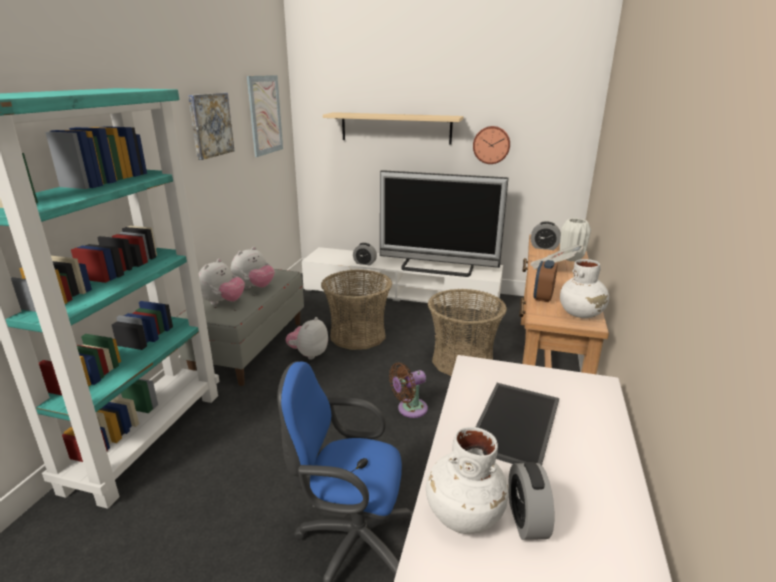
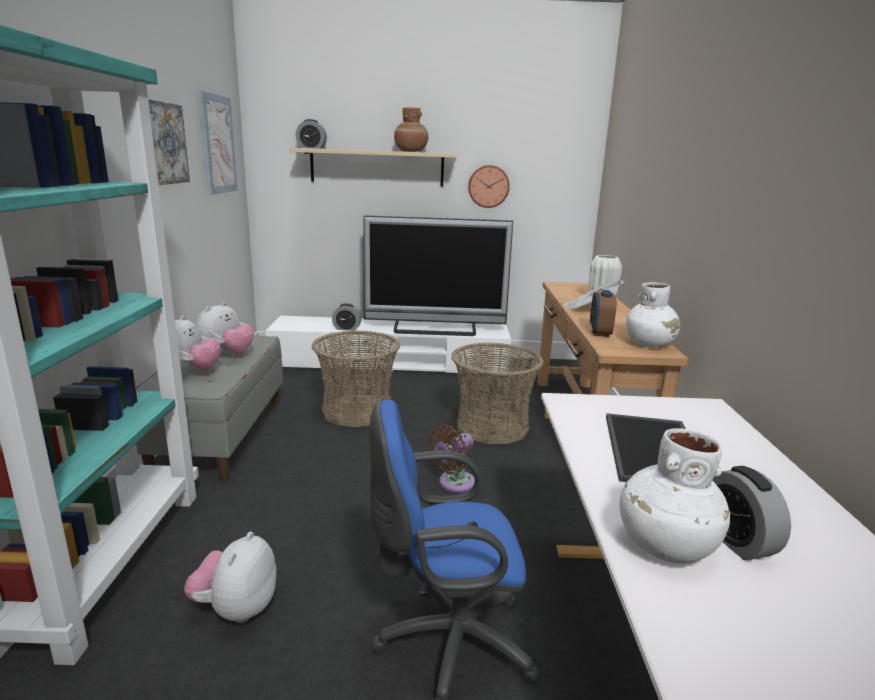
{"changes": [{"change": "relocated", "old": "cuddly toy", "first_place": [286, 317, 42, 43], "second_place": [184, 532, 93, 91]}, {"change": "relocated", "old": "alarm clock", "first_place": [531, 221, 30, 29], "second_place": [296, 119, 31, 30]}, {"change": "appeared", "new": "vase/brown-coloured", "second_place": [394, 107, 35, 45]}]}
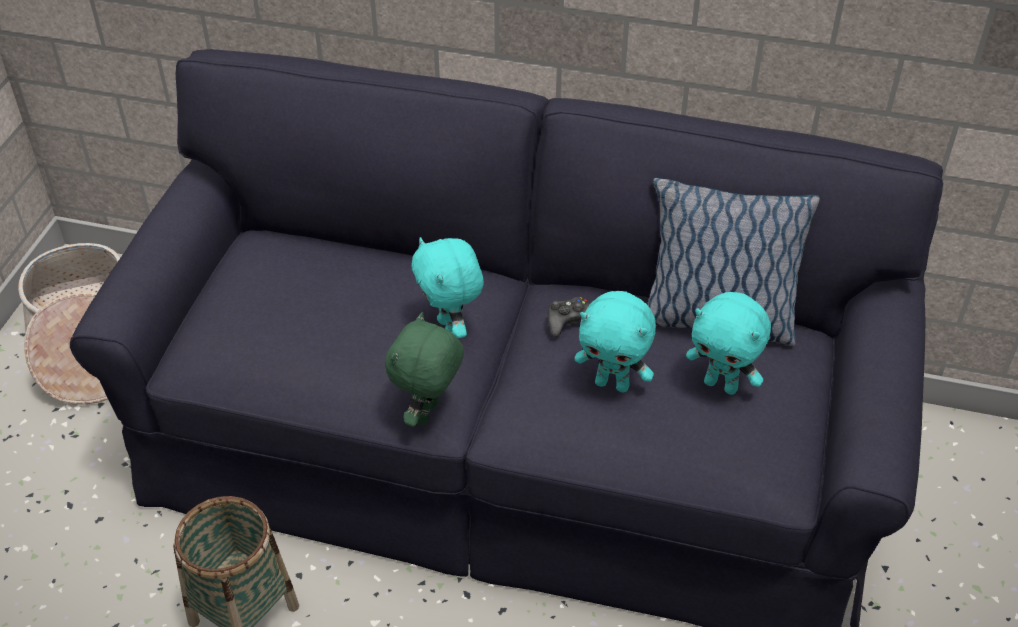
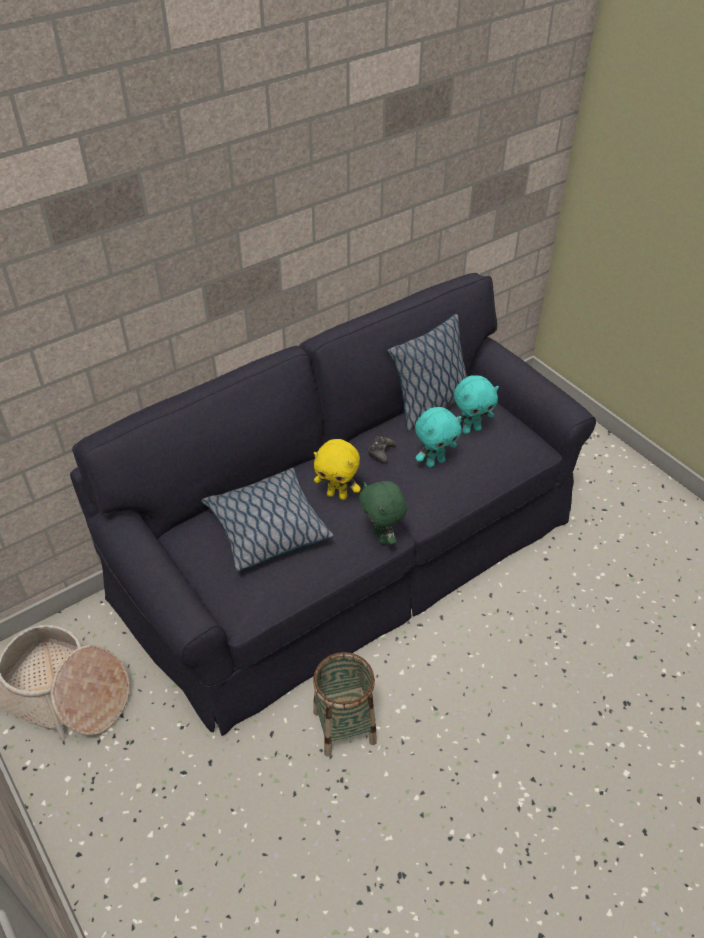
{"changes": [{"change": "appeared", "new": "throw pillow", "second_place": [201, 468, 133, 104]}, {"change": "colour", "old": "cuddly toy/turquoise", "new": "cuddly toy/yellowish", "first_place": [411, 237, 73, 101], "second_place": [314, 439, 47, 61]}]}
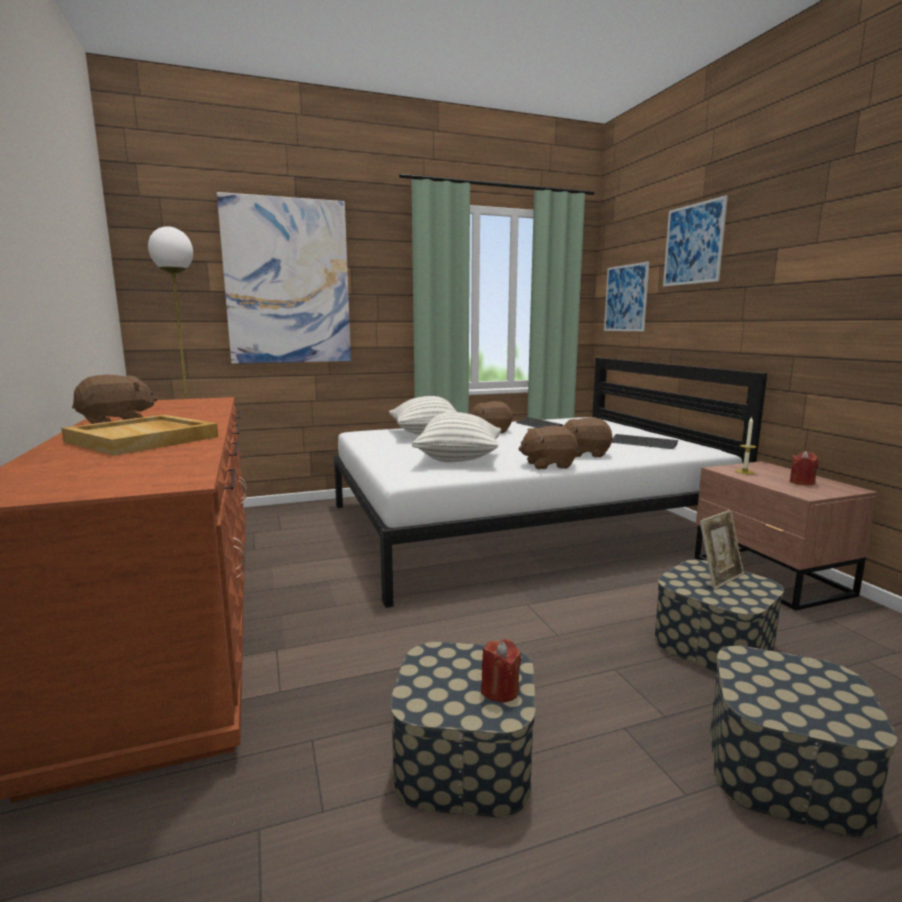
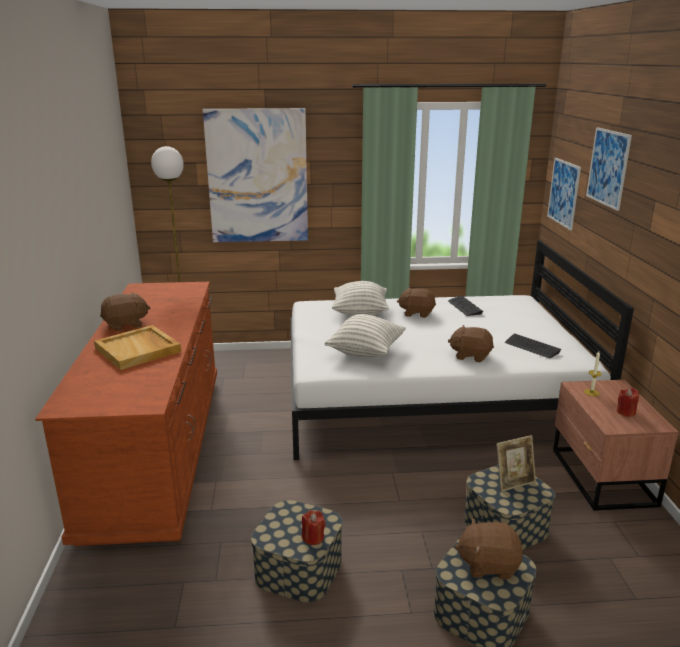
{"changes": [{"change": "relocated", "old": "cuddly toy/brown-coloured", "first_place": [519, 426, 59, 43], "second_place": [455, 518, 68, 62]}]}
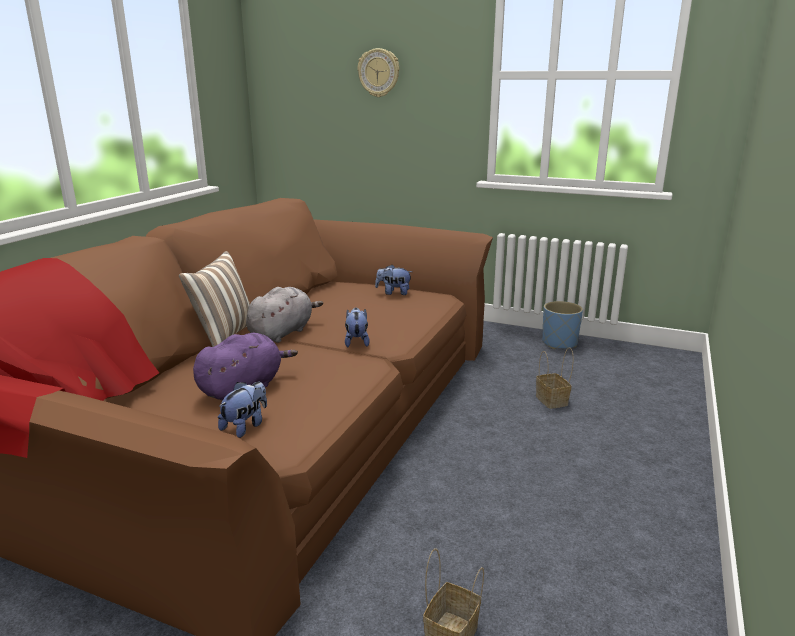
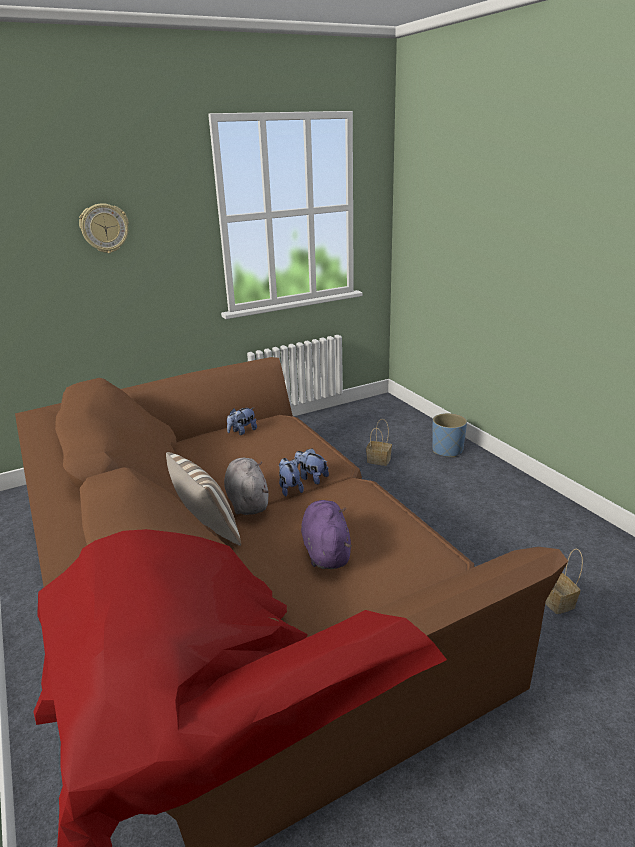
{"changes": [{"change": "relocated", "old": "cuddly toy", "first_place": [218, 382, 49, 56], "second_place": [279, 458, 25, 38]}, {"change": "relocated", "old": "plant pot/blue", "first_place": [542, 301, 41, 48], "second_place": [432, 413, 35, 44]}]}
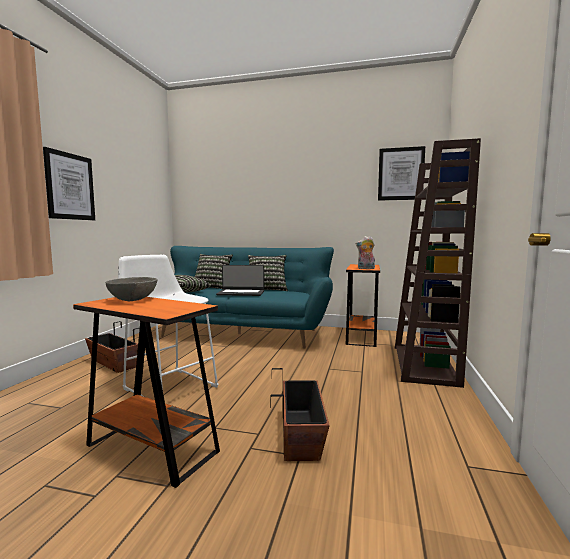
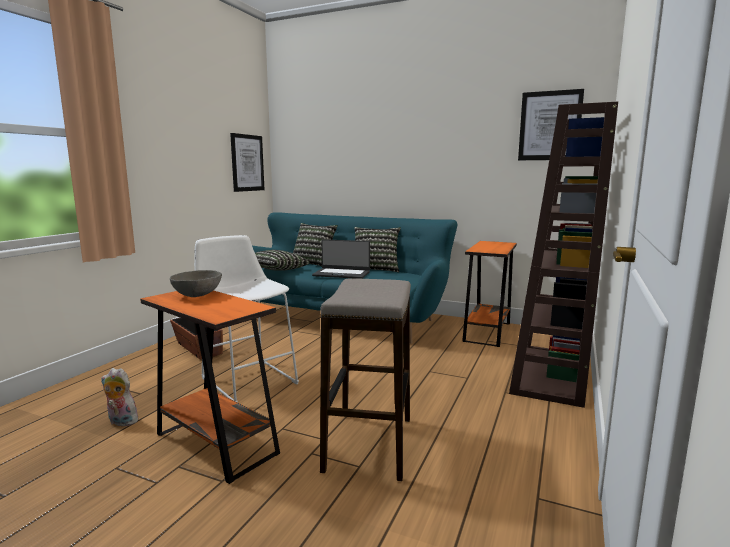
{"changes": [{"change": "relocated", "old": "cuddly toy", "first_place": [356, 236, 19, 33], "second_place": [101, 368, 37, 58]}, {"change": "relocated", "old": "picture", "first_place": [43, 147, 52, 73], "second_place": [230, 133, 35, 59]}, {"change": "exchanged", "old": "plant pot", "new": "sitting stool", "first_place": [270, 368, 60, 93], "second_place": [320, 278, 91, 203]}]}
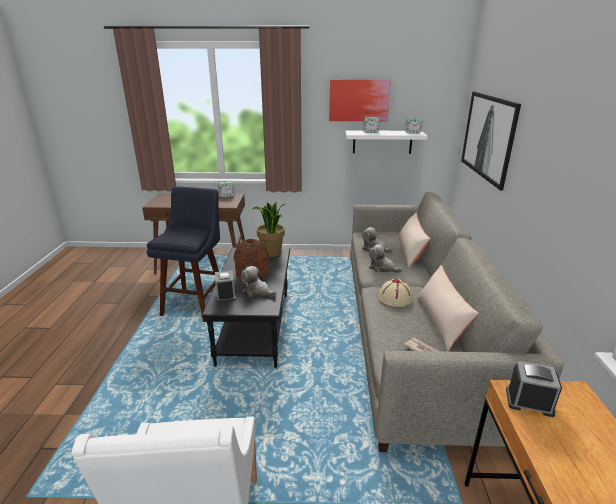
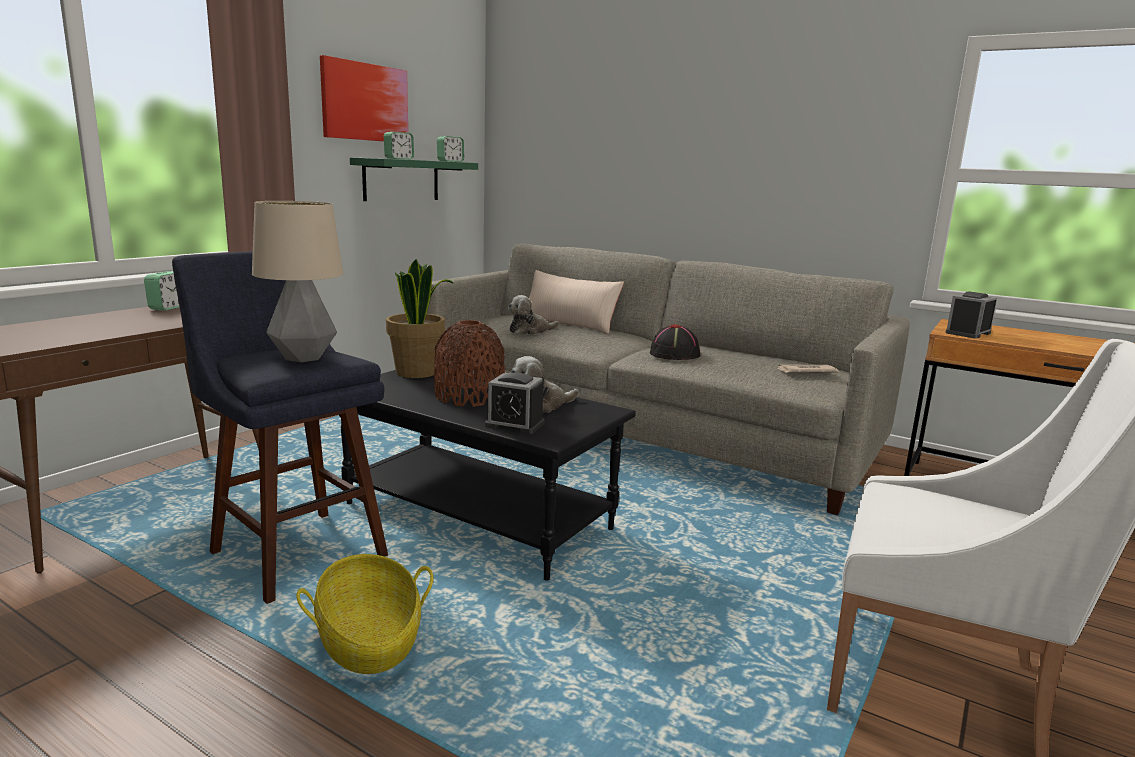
{"changes": [{"change": "appeared", "new": "lamp for a table", "second_place": [252, 201, 91, 161]}, {"change": "appeared", "new": "household basket", "second_place": [296, 554, 137, 120]}, {"change": "colour", "old": "bracket shelf/whitish", "new": "bracket shelf/green-coloured", "first_place": [345, 130, 82, 24], "second_place": [350, 157, 128, 44]}, {"change": "colour", "old": "clothing hat/sand-coloured", "new": "clothing hat/black", "first_place": [378, 279, 35, 28], "second_place": [650, 324, 51, 36]}, {"change": "missing", "old": "cuddly toy", "first_place": [369, 244, 34, 29]}, {"change": "missing", "old": "throw pillow/sand-coloured", "first_place": [417, 265, 61, 87]}, {"change": "missing", "old": "picture", "first_place": [461, 92, 60, 98]}]}
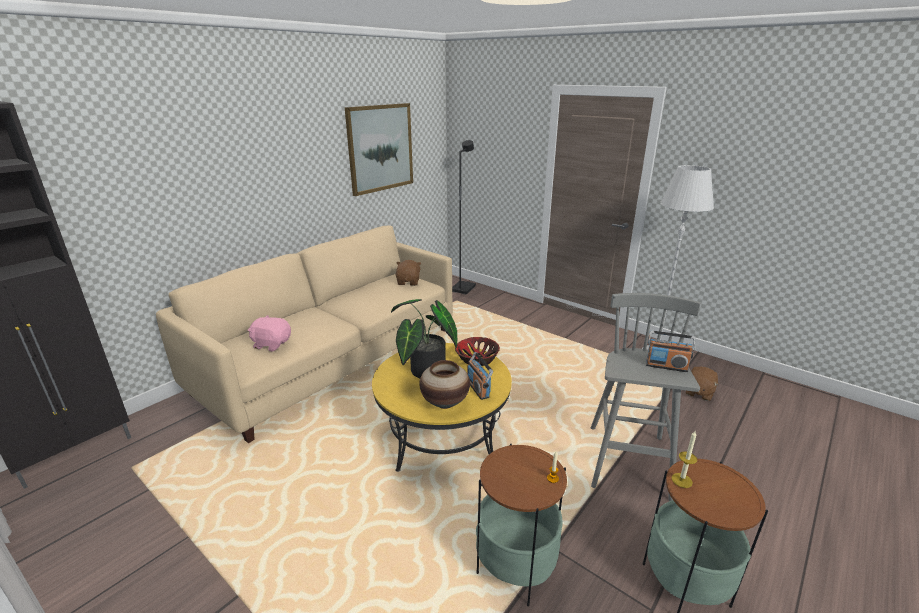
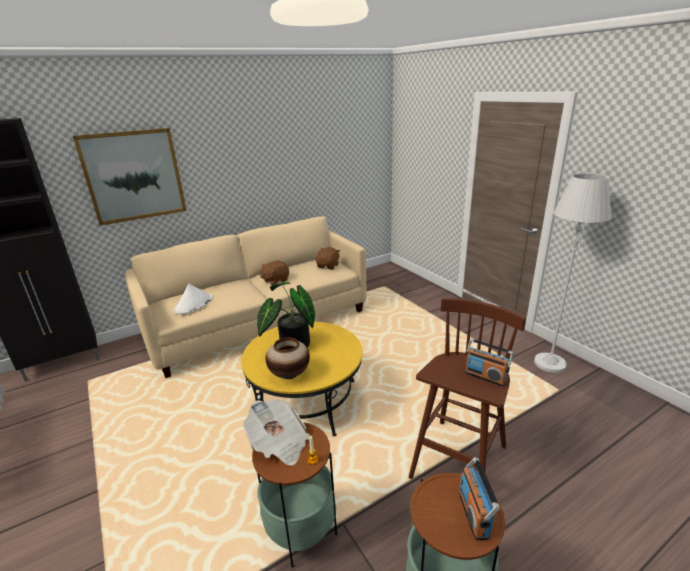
{"changes": [{"change": "relocated", "old": "picture", "first_place": [345, 103, 68, 93], "second_place": [73, 128, 114, 98]}, {"change": "exchanged", "old": "cuddly toy/pink-coloured", "new": "clothing hat/whitish", "first_place": [248, 315, 43, 37], "second_place": [174, 284, 38, 31]}, {"change": "appeared", "new": "daily paper", "second_place": [243, 399, 67, 67]}, {"change": "relocated", "old": "cuddly toy/brown-coloured", "first_place": [686, 367, 33, 34], "second_place": [261, 260, 28, 25]}, {"change": "colour", "old": "sitting stool/grey", "new": "sitting stool/brown-coloured", "first_place": [591, 293, 110, 208], "second_place": [409, 298, 117, 186]}, {"change": "relocated", "old": "radio receiver", "first_place": [467, 352, 26, 48], "second_place": [459, 457, 41, 83]}, {"change": "missing", "old": "floor lamp/black", "first_place": [452, 140, 24, 155]}, {"change": "missing", "old": "deep dish", "first_place": [455, 337, 45, 29]}, {"change": "missing", "old": "wax light", "first_place": [672, 431, 25, 57]}]}
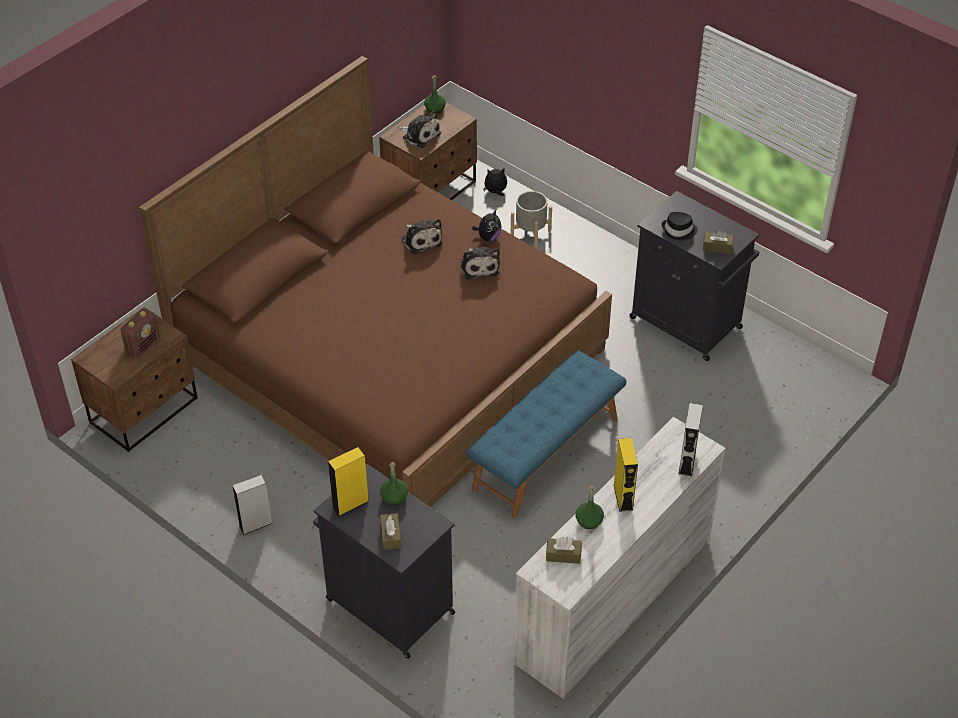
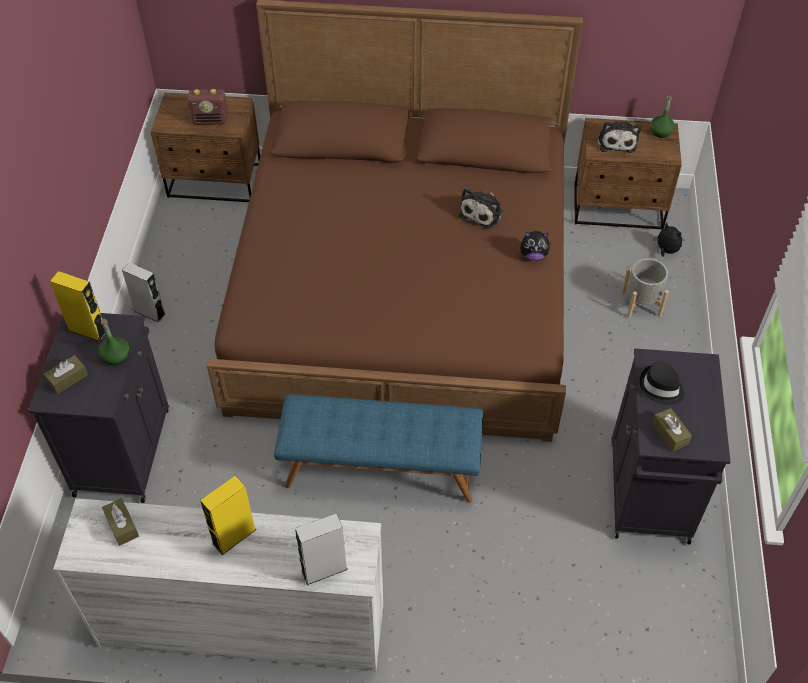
{"changes": [{"change": "missing", "old": "cuddly toy", "first_place": [460, 247, 40, 33]}, {"change": "missing", "old": "drink bottle/green-coloured", "first_place": [575, 486, 29, 43]}]}
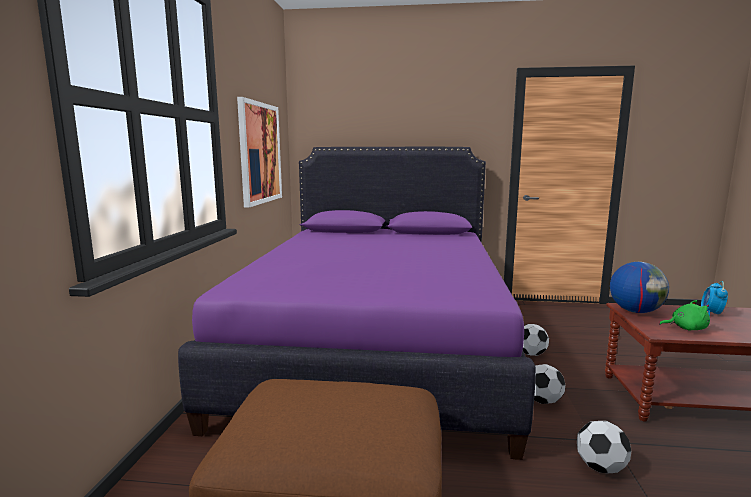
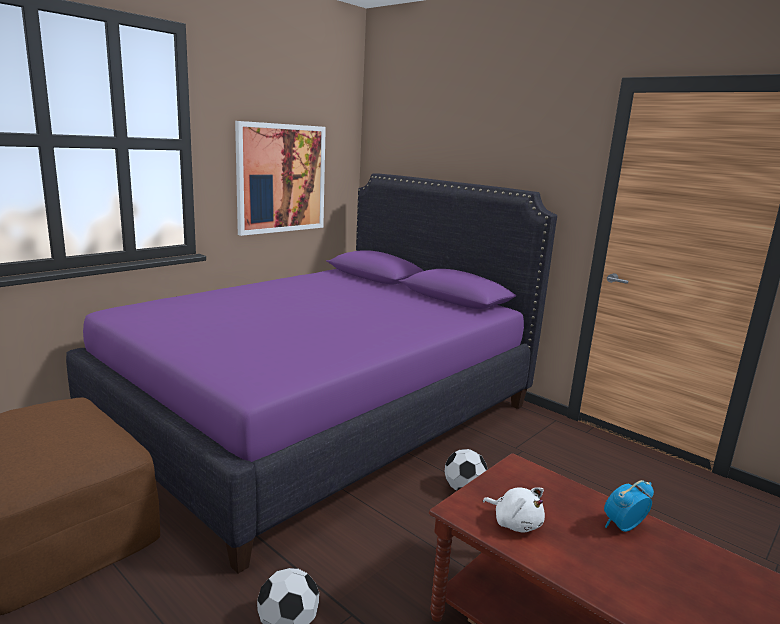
{"changes": [{"change": "colour", "old": "cuddly toy/green-coloured", "new": "cuddly toy/whitish", "first_place": [659, 300, 51, 30], "second_place": [483, 487, 62, 45]}, {"change": "missing", "old": "football", "first_place": [534, 364, 31, 40]}, {"change": "missing", "old": "world globe", "first_place": [610, 262, 59, 51]}]}
